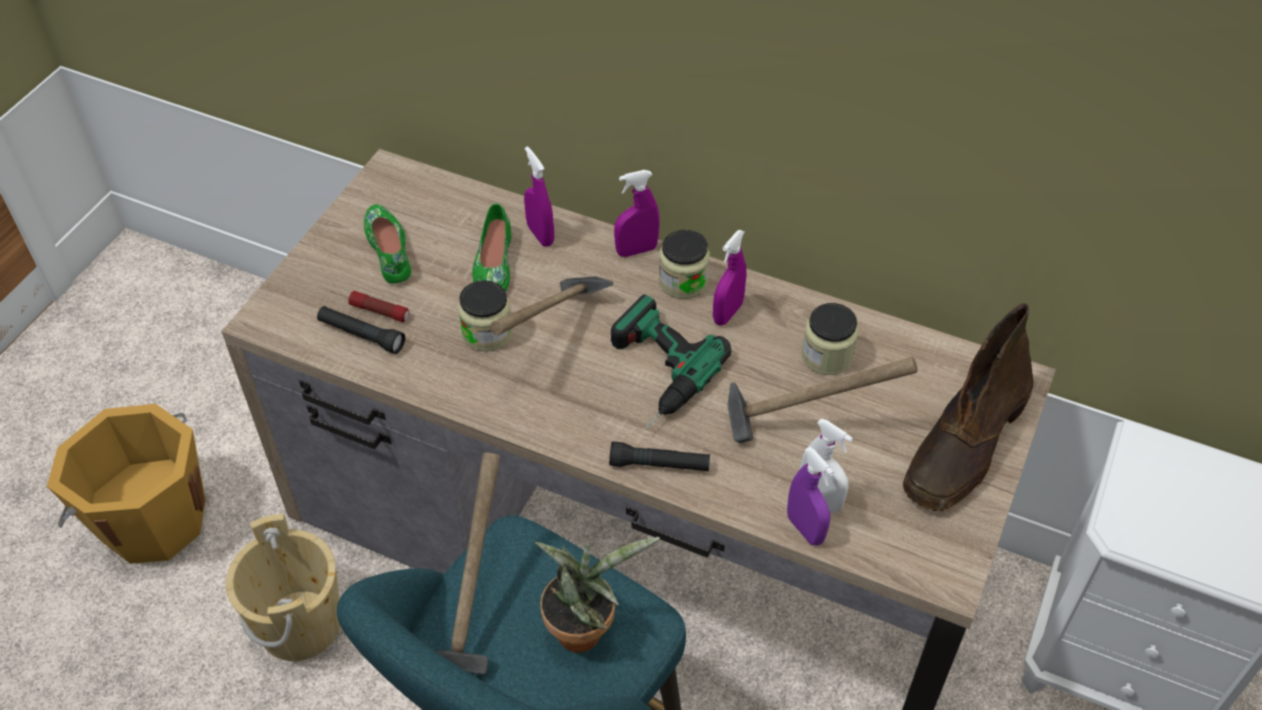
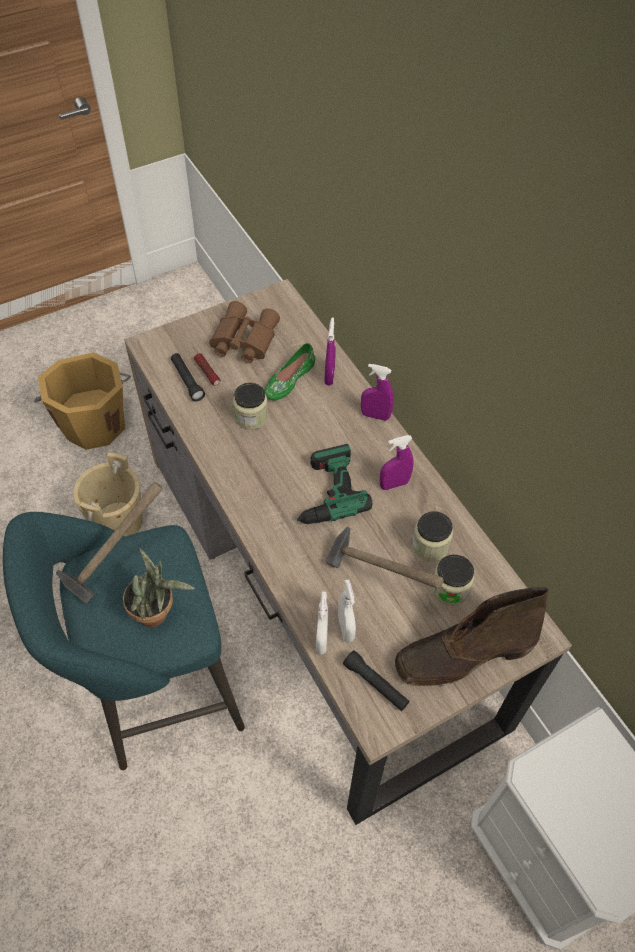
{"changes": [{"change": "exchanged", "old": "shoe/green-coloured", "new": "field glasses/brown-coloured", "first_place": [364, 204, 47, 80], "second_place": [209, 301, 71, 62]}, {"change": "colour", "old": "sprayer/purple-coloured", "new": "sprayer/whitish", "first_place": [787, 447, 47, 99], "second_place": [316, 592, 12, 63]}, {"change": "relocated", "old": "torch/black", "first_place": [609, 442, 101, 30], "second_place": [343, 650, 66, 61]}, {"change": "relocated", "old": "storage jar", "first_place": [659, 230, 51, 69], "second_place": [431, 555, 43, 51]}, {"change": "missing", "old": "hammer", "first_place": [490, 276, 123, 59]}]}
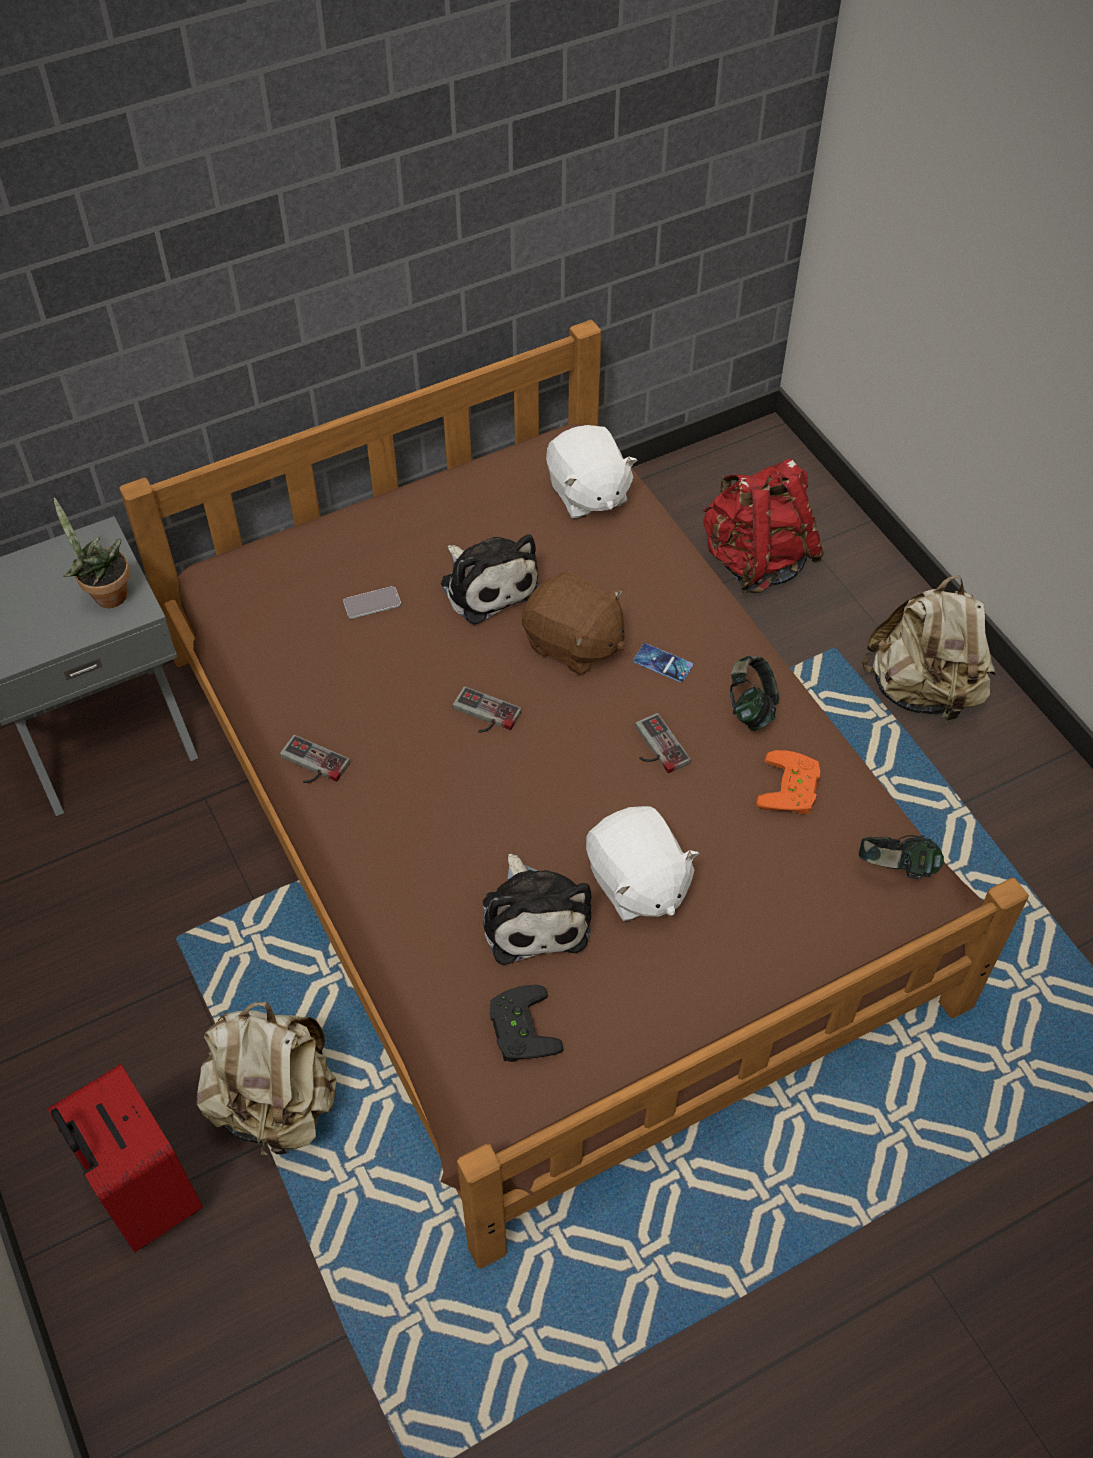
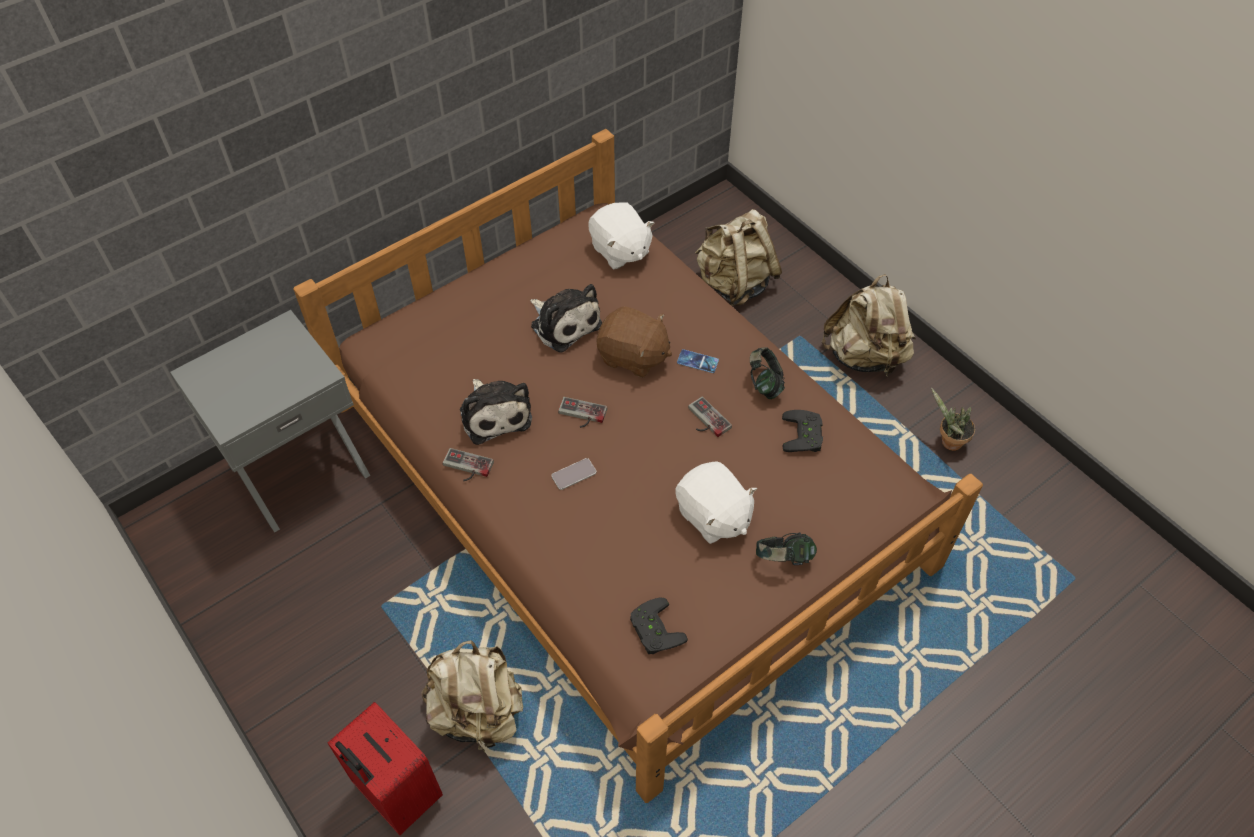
{"changes": [{"change": "relocated", "old": "cuddly toy", "first_place": [483, 854, 108, 111], "second_place": [460, 379, 72, 66]}, {"change": "relocated", "old": "phone", "first_place": [343, 586, 58, 33], "second_place": [552, 458, 44, 32]}, {"change": "colour", "old": "knapsack/red-coloured", "new": "knapsack/sand-coloured", "first_place": [703, 459, 121, 135], "second_place": [695, 209, 87, 97]}, {"change": "relocated", "old": "pair of headphones", "first_place": [859, 835, 85, 44], "second_place": [756, 532, 61, 33]}, {"change": "colour", "old": "game controller/orange-coloured", "new": "game controller/black", "first_place": [756, 750, 64, 65], "second_place": [782, 410, 41, 42]}, {"change": "relocated", "old": "potted plant", "first_place": [53, 498, 77, 110], "second_place": [931, 388, 44, 63]}]}
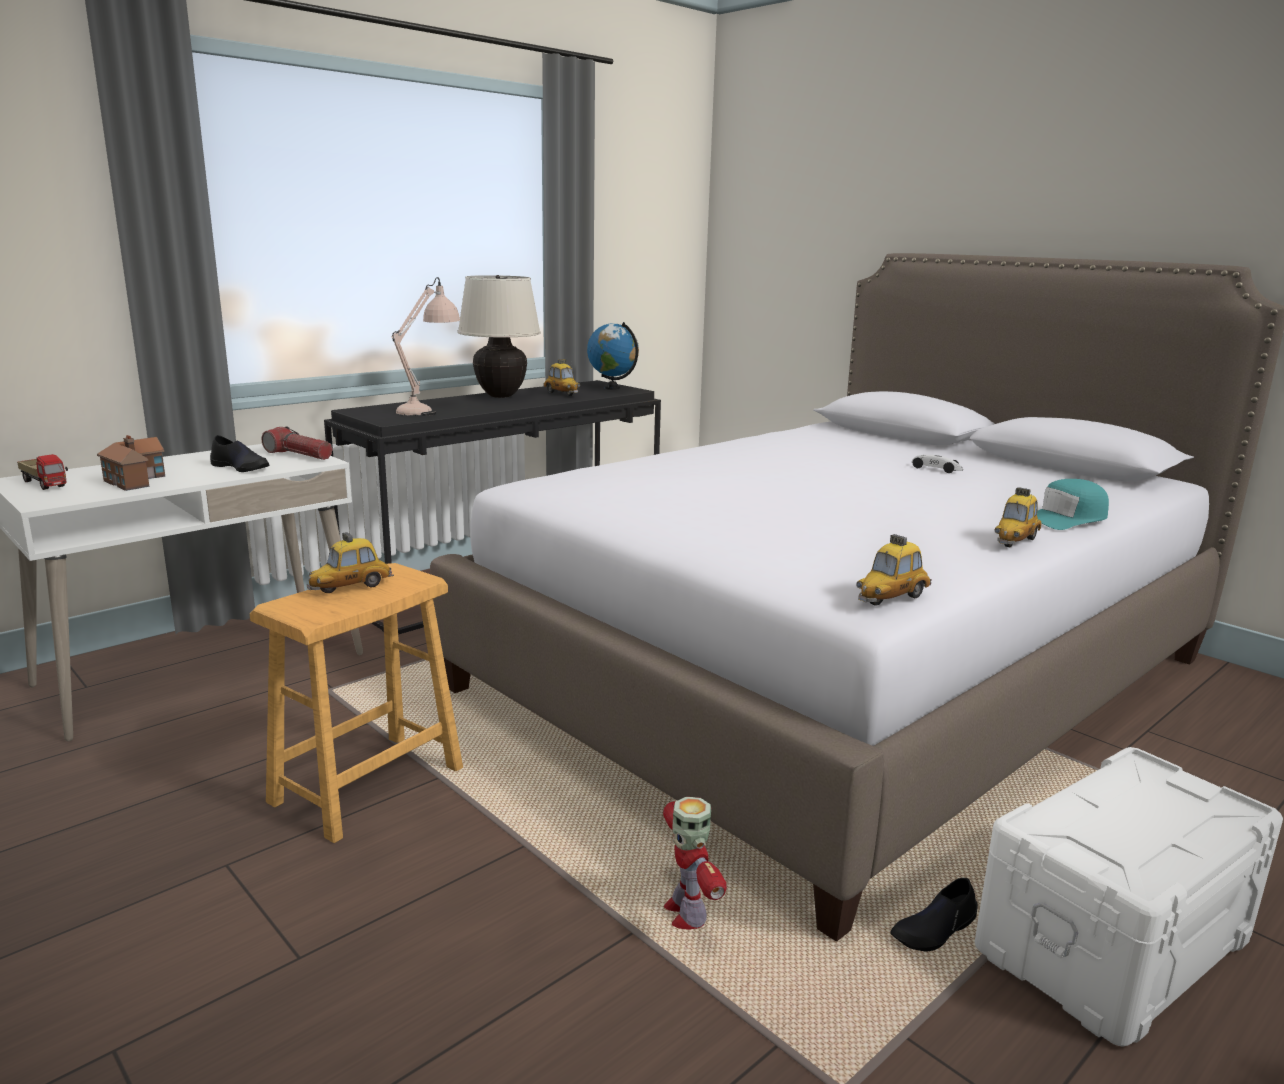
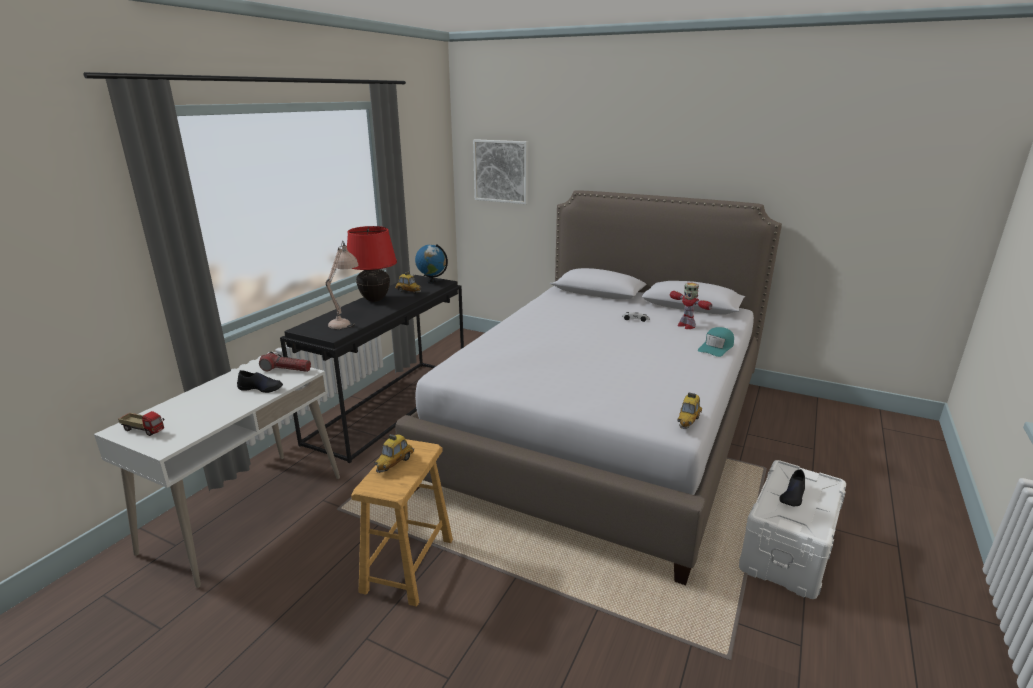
{"changes": [{"change": "colour", "old": "lamp for a table/sand-coloured", "new": "lamp for a table/red-coloured", "first_place": [458, 275, 83, 123], "second_place": [347, 226, 50, 76]}, {"change": "appeared", "new": "picture", "second_place": [473, 139, 55, 65]}, {"change": "relocated", "old": "model robot", "first_place": [663, 797, 64, 132], "second_place": [670, 283, 42, 46]}, {"change": "relocated", "old": "shoe/black", "first_place": [890, 878, 88, 74], "second_place": [779, 469, 26, 37]}, {"change": "missing", "old": "toy house", "first_place": [97, 435, 68, 56]}, {"change": "missing", "old": "toy car", "first_place": [995, 487, 46, 60]}]}
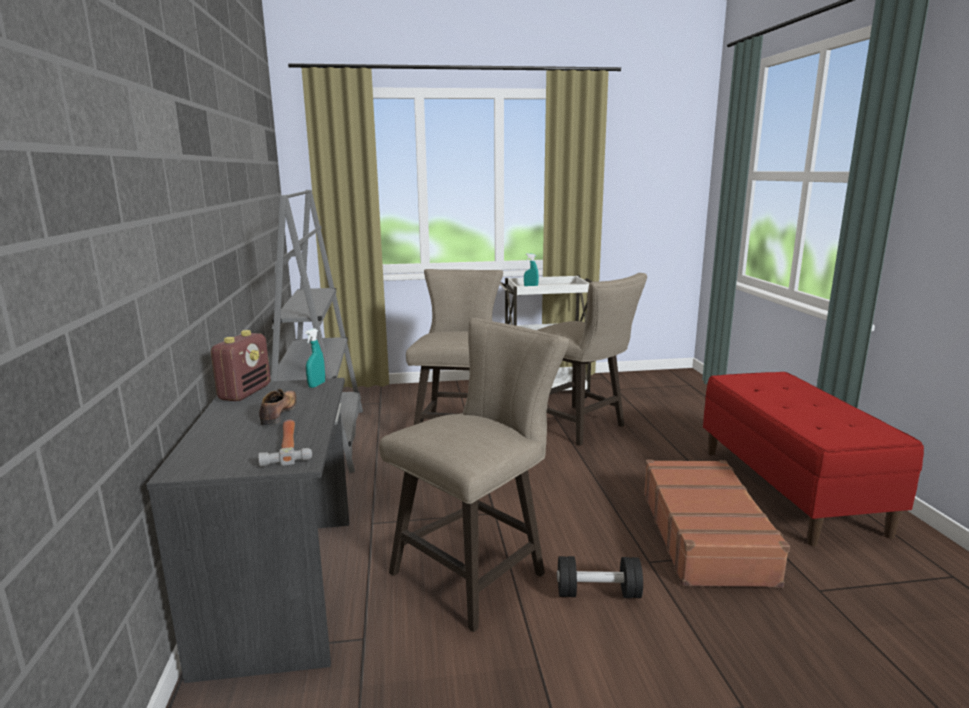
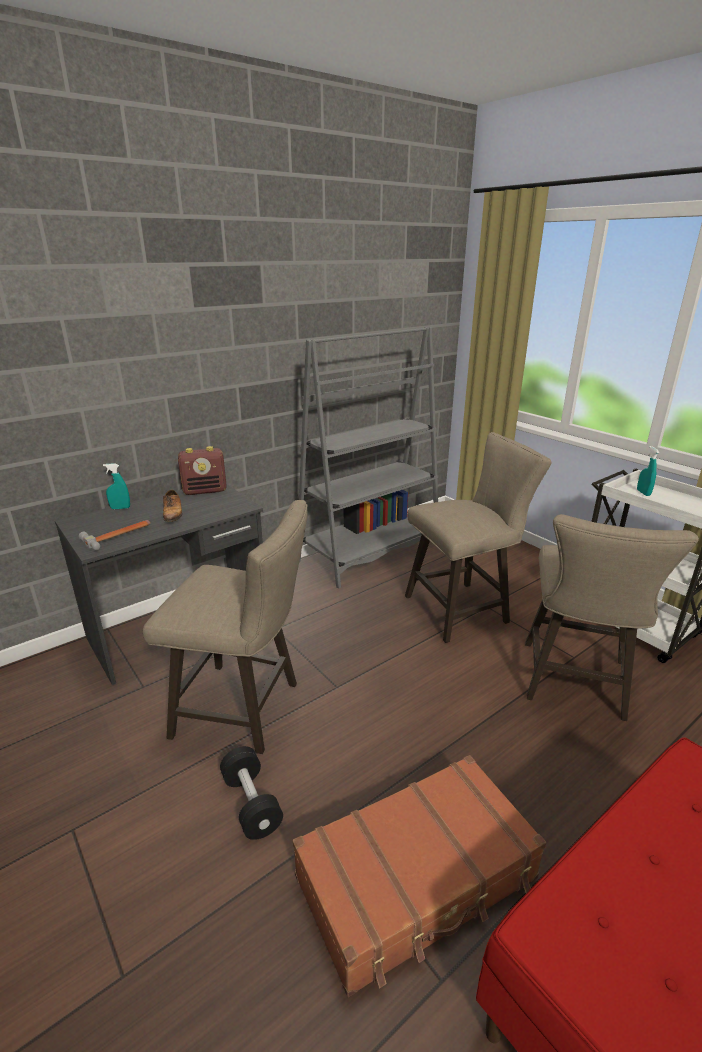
{"changes": [{"change": "relocated", "old": "sprayer/turquoise", "first_place": [305, 328, 20, 60], "second_place": [103, 463, 27, 46]}, {"change": "spun", "old": "shoe", "first_place": [259, 389, 38, 37], "second_place": [163, 490, 20, 32], "degrees": 105}]}
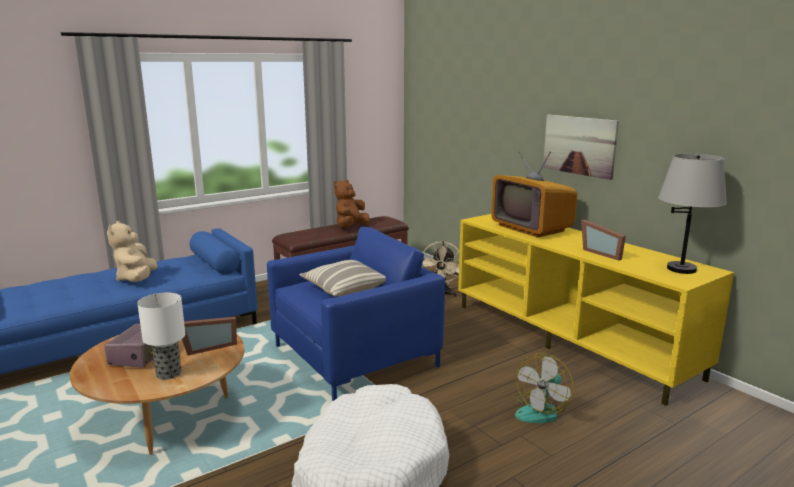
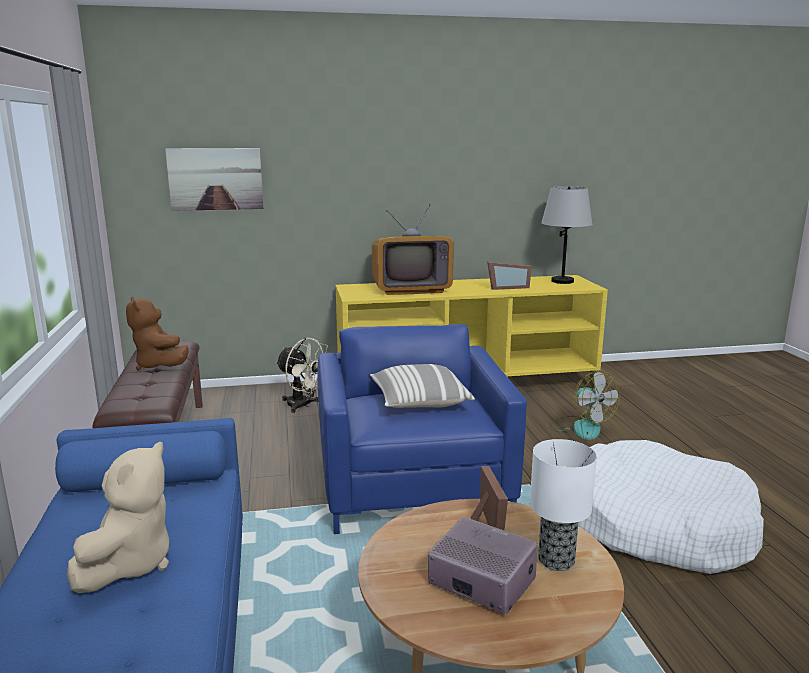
{"changes": [{"change": "spun", "old": "cuddly toy/sand-coloured", "first_place": [107, 221, 51, 61], "second_place": [67, 442, 102, 151], "degrees": -90}, {"change": "relocated", "old": "picture", "first_place": [543, 114, 76, 66], "second_place": [165, 148, 98, 63]}]}
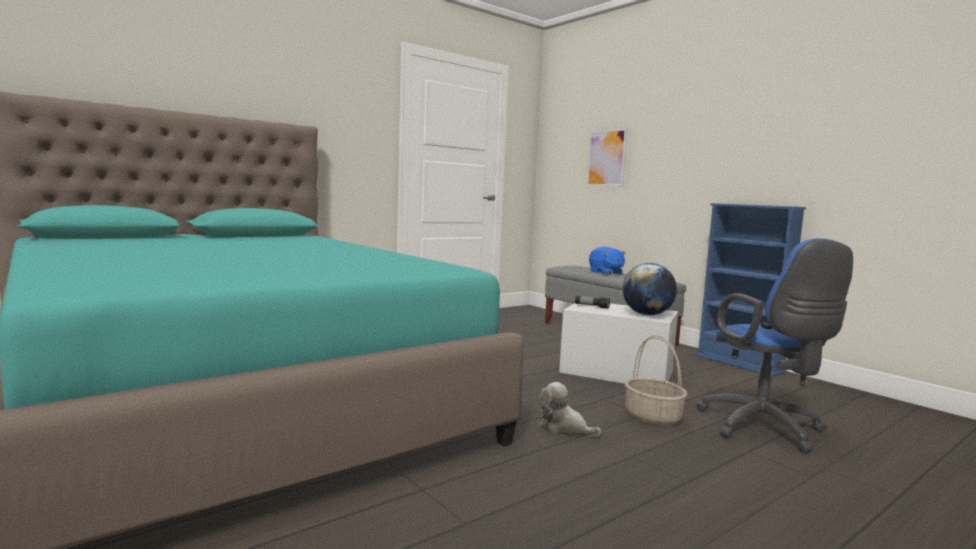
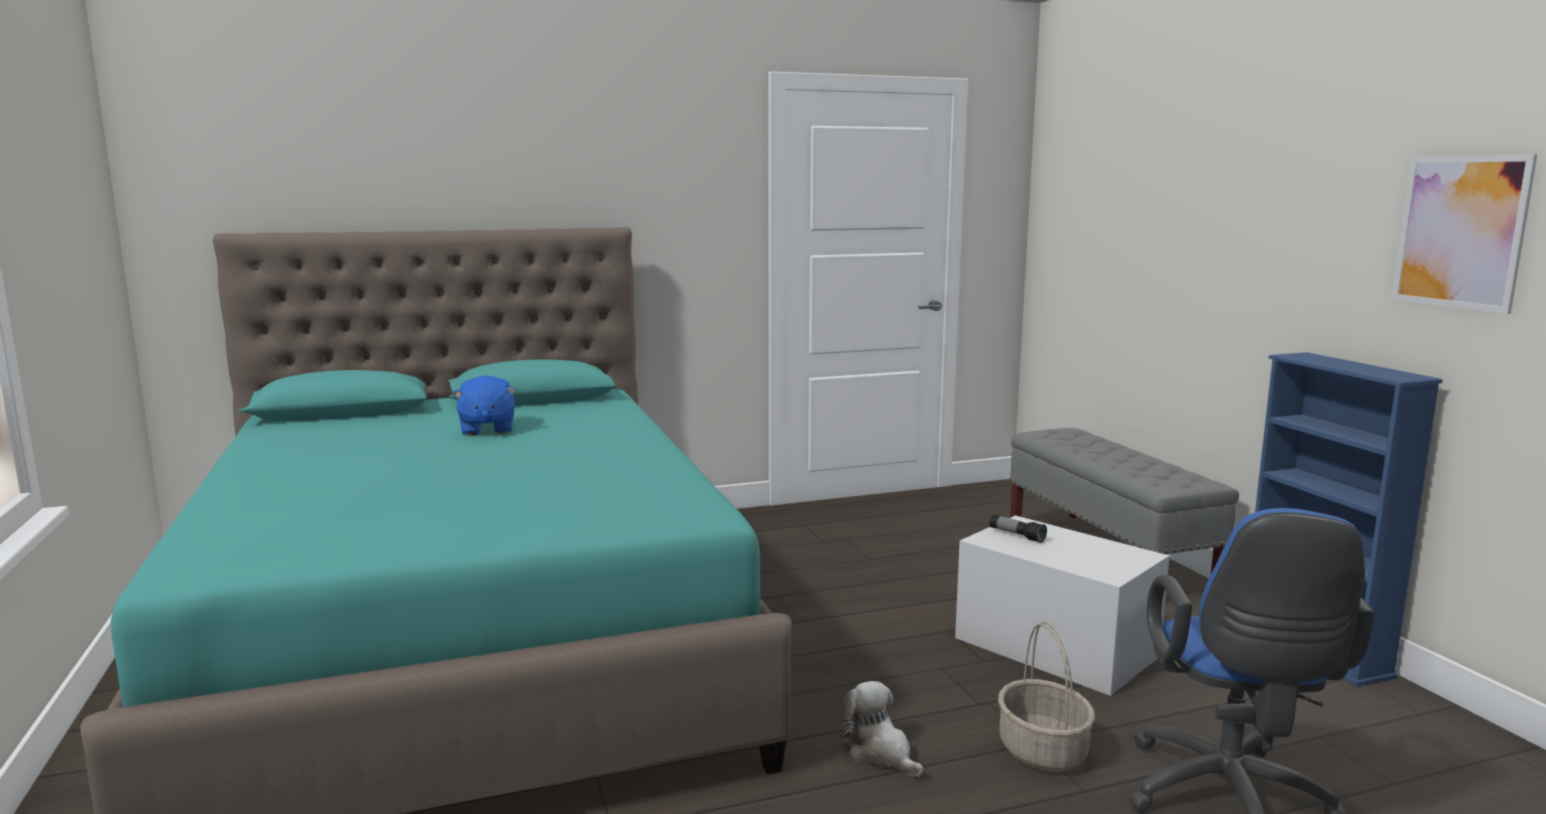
{"changes": [{"change": "relocated", "old": "cuddly toy/blue", "first_place": [589, 247, 37, 28], "second_place": [452, 375, 65, 61]}, {"change": "relocated", "old": "picture", "first_place": [586, 128, 42, 59], "second_place": [1392, 154, 145, 160]}, {"change": "missing", "old": "world globe", "first_place": [623, 263, 54, 52]}]}
